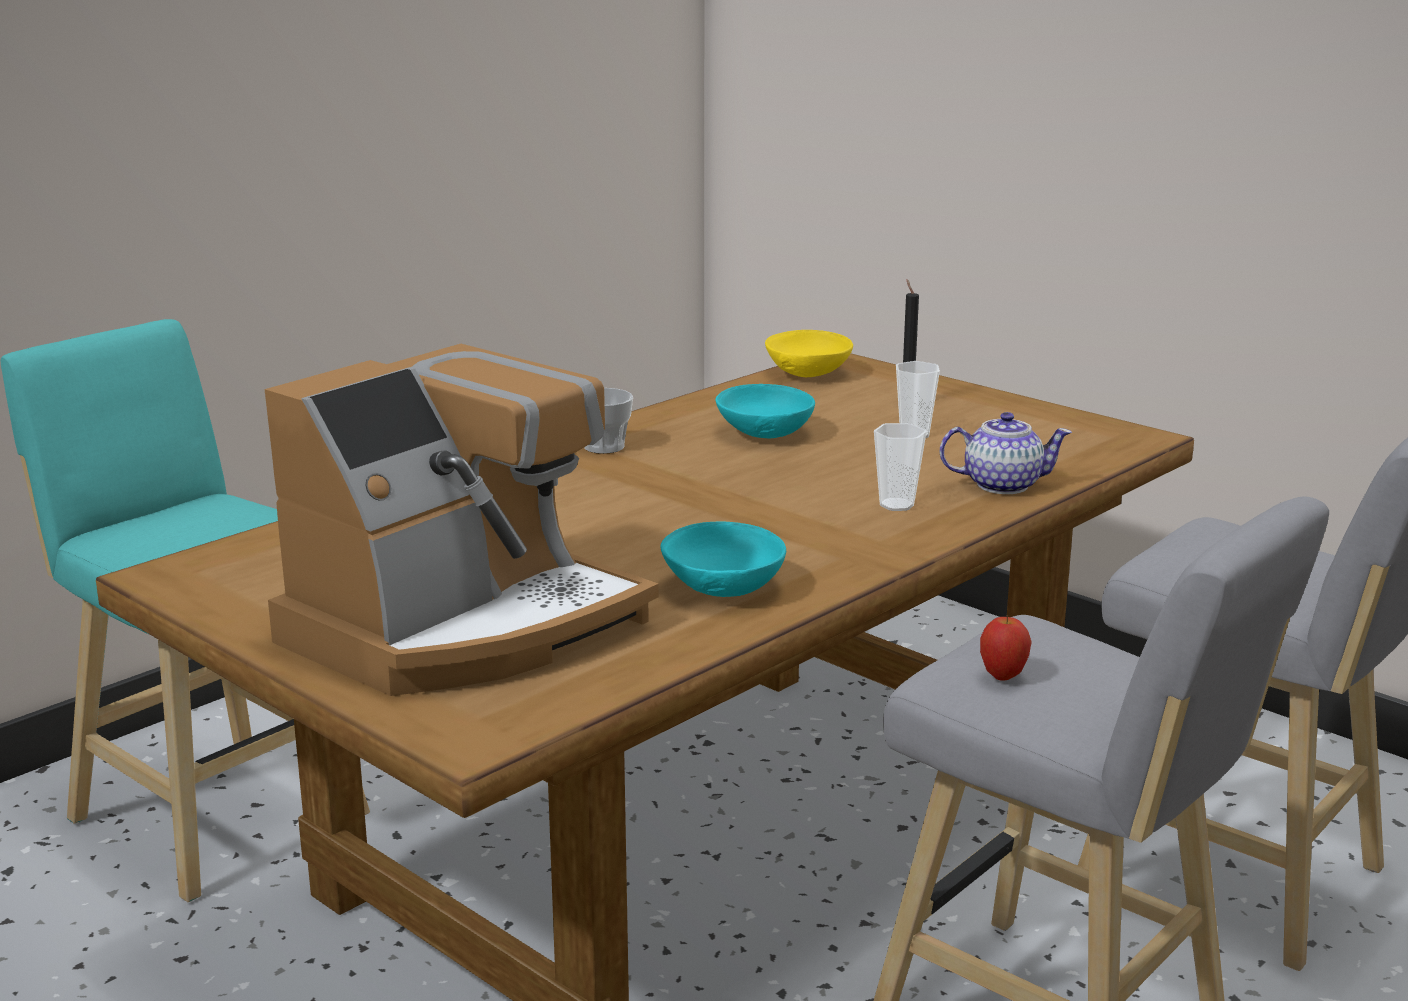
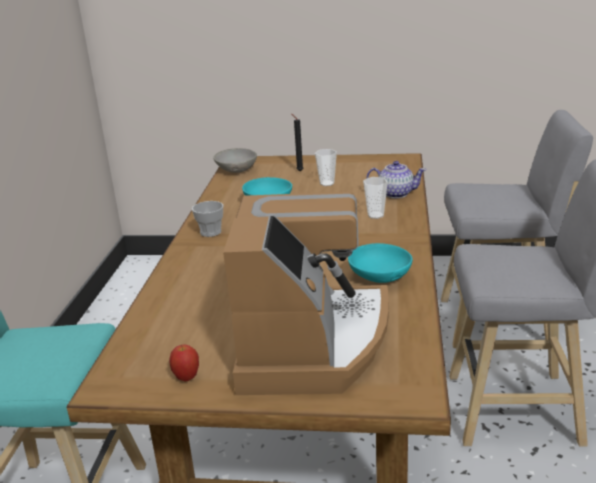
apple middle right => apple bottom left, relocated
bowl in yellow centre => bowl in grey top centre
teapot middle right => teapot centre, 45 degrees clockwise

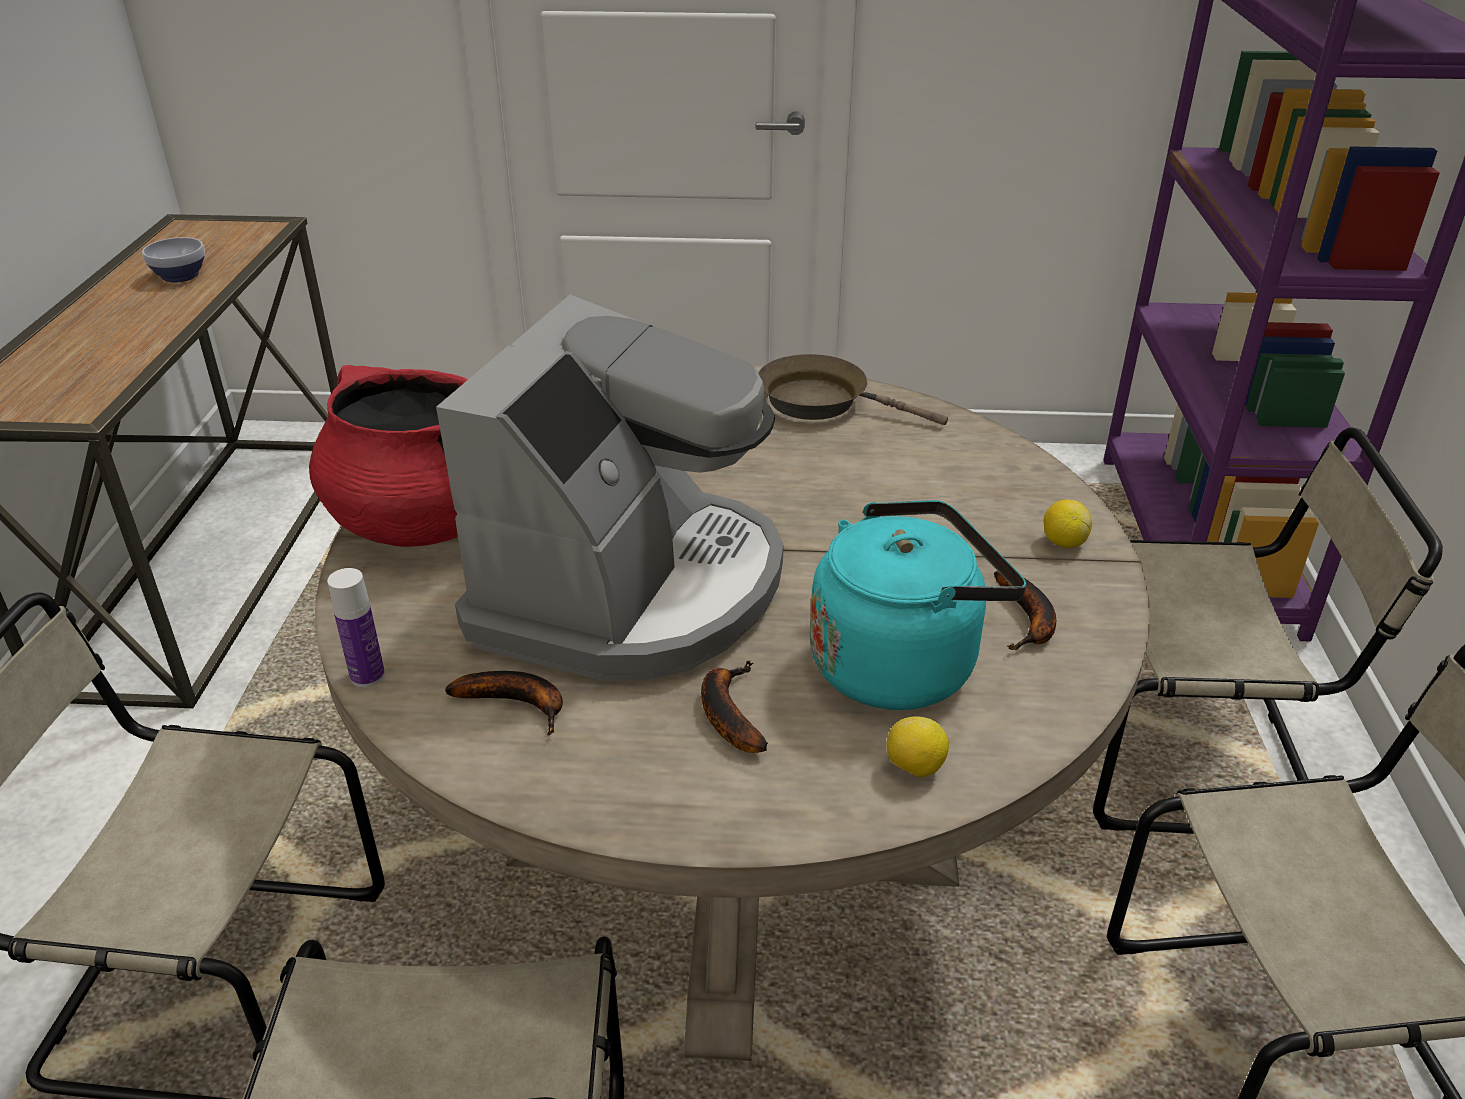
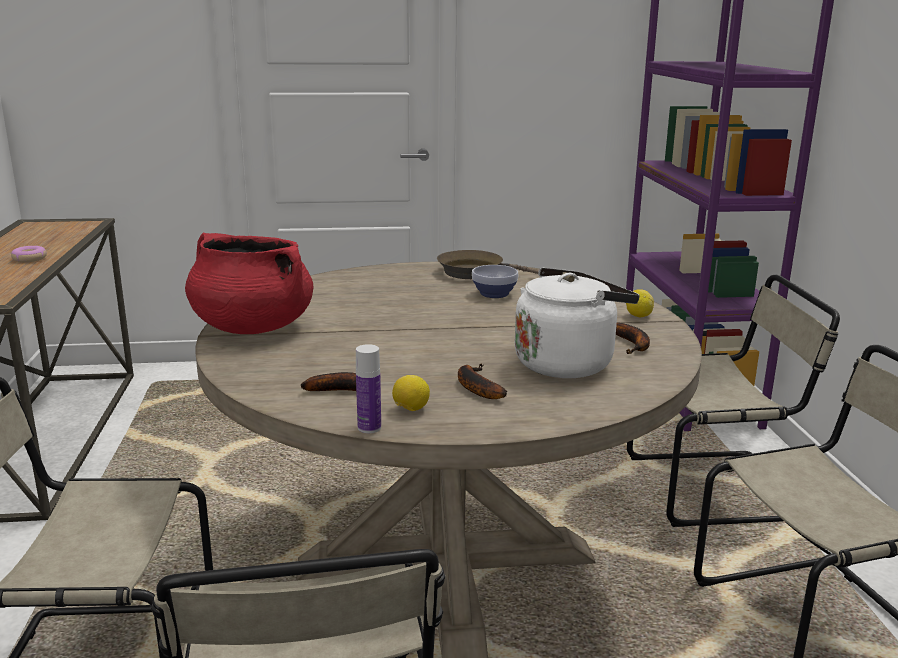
coffee machine centre => nothing
nothing => donut middle left
bowl top left => bowl centre, relocated
bottle middle left => bottle centre, relocated
lemon (no. 1 from left) bottom centre => lemon (no. 1 from left) centre, relocated
kettle in turquoise centre => kettle in white centre

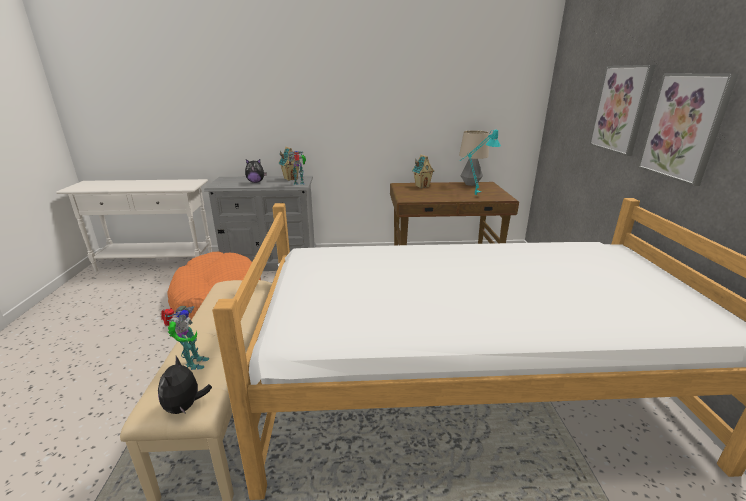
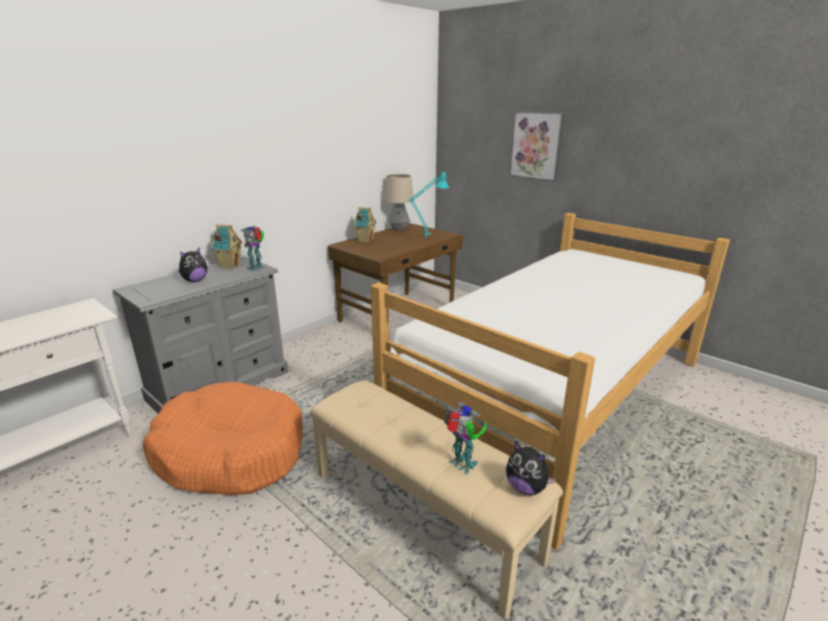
picture (no. 2 from left) top right => nothing

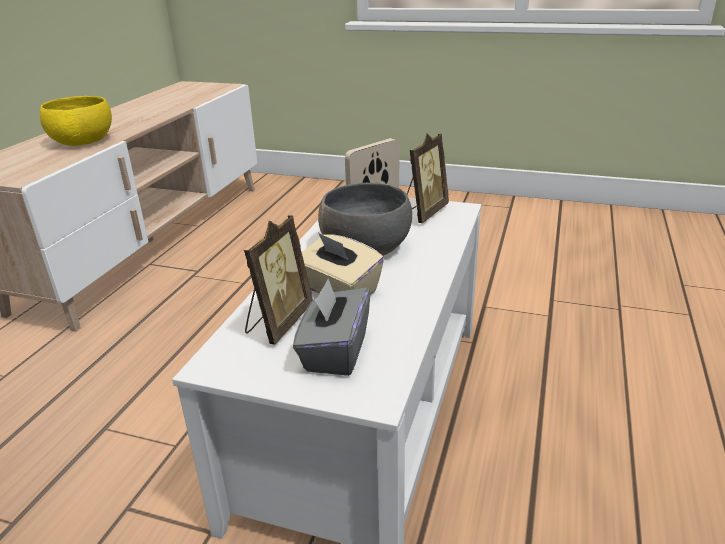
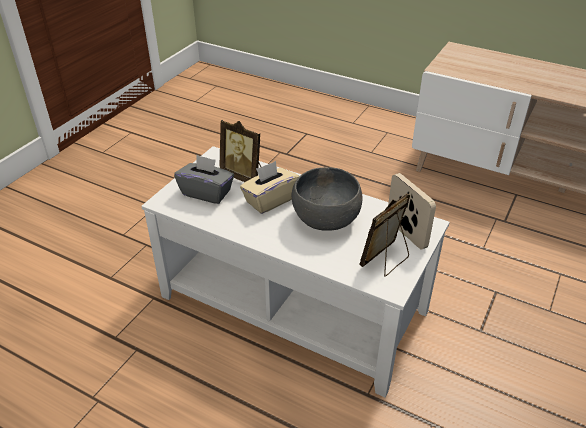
bowl in yellow top left => nothing
picture frame (no. 3 from left in the first image) top centre => picture frame (no. 2 from left) centre, 90 degrees clockwise

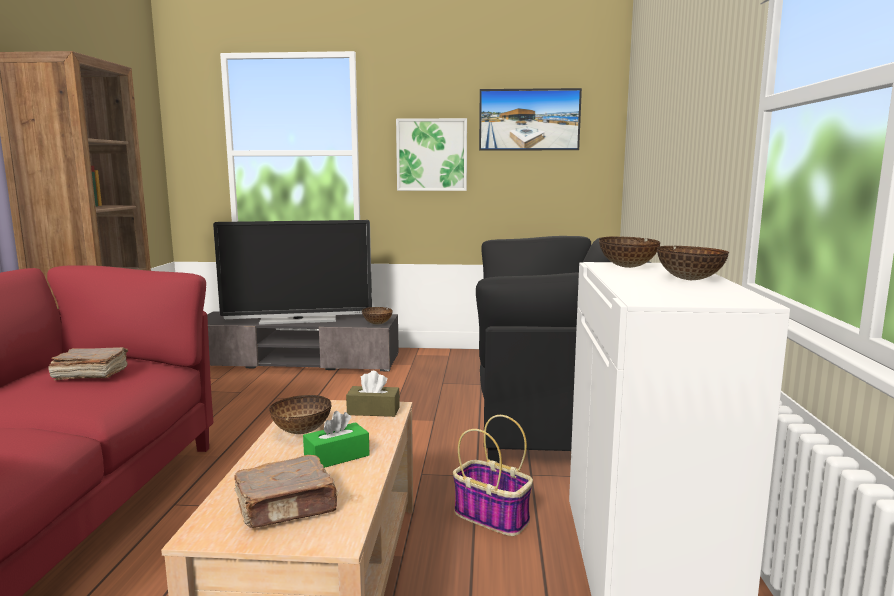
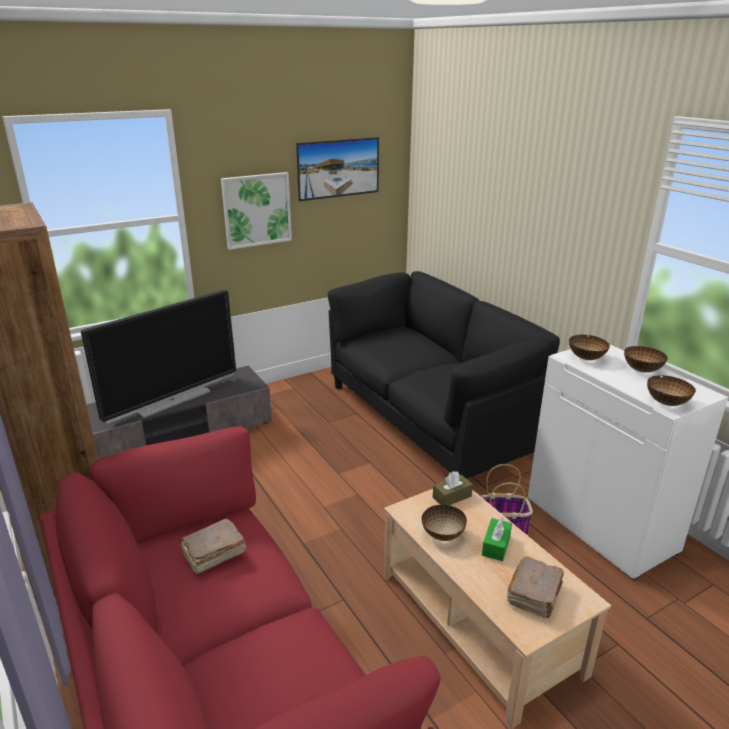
bowl (no. 2 from left in the first image) centre => bowl (no. 4 from left) middle right, relocated

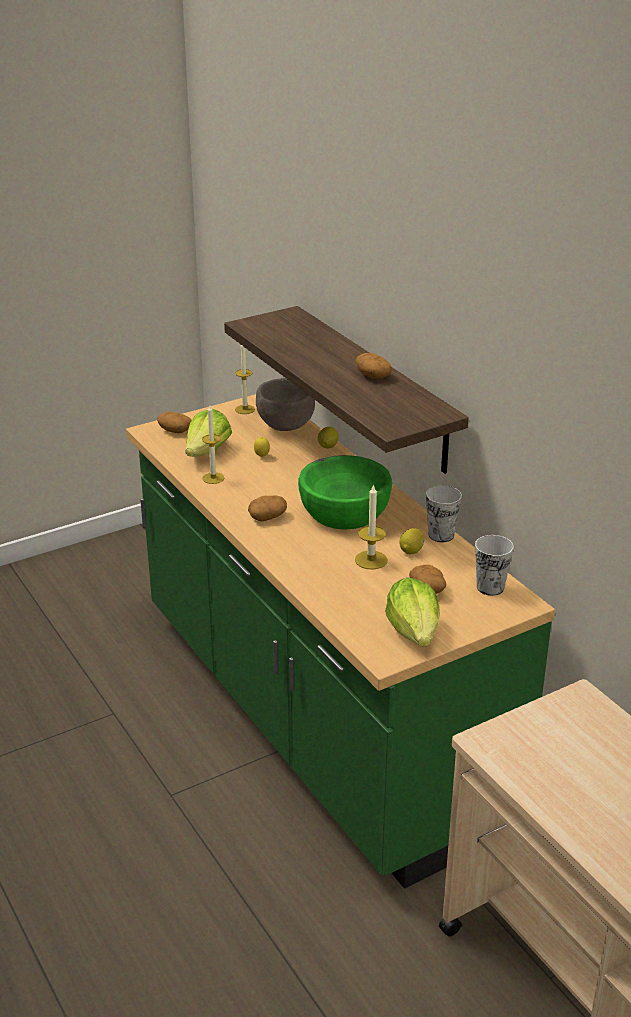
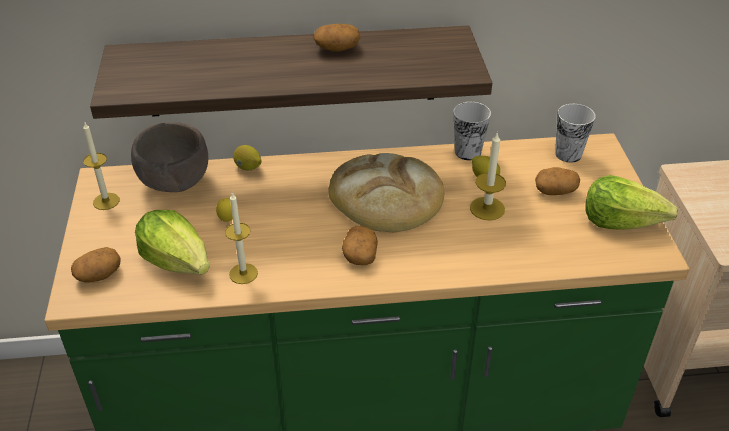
bowl in green centre => bread centre

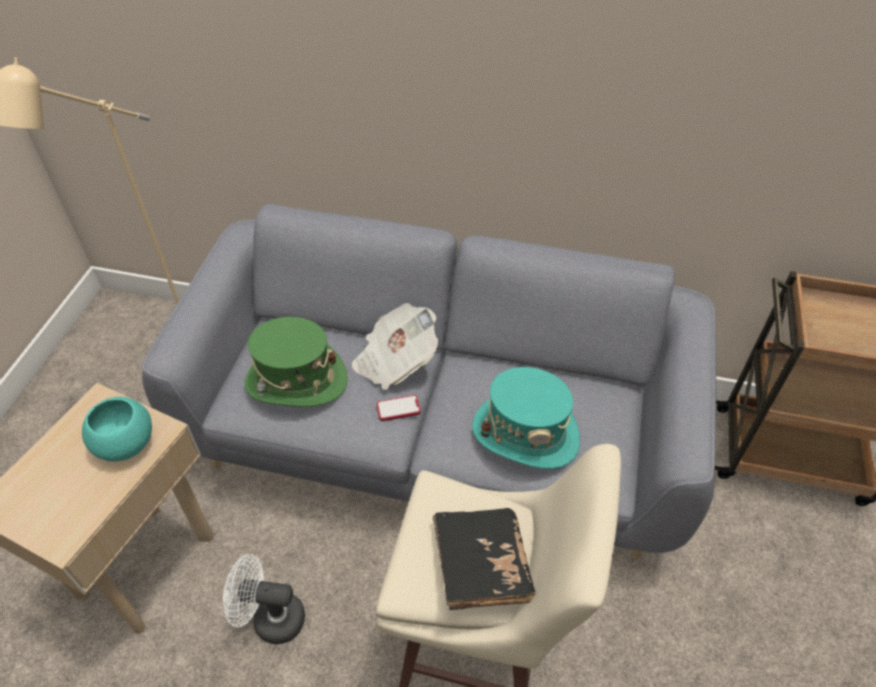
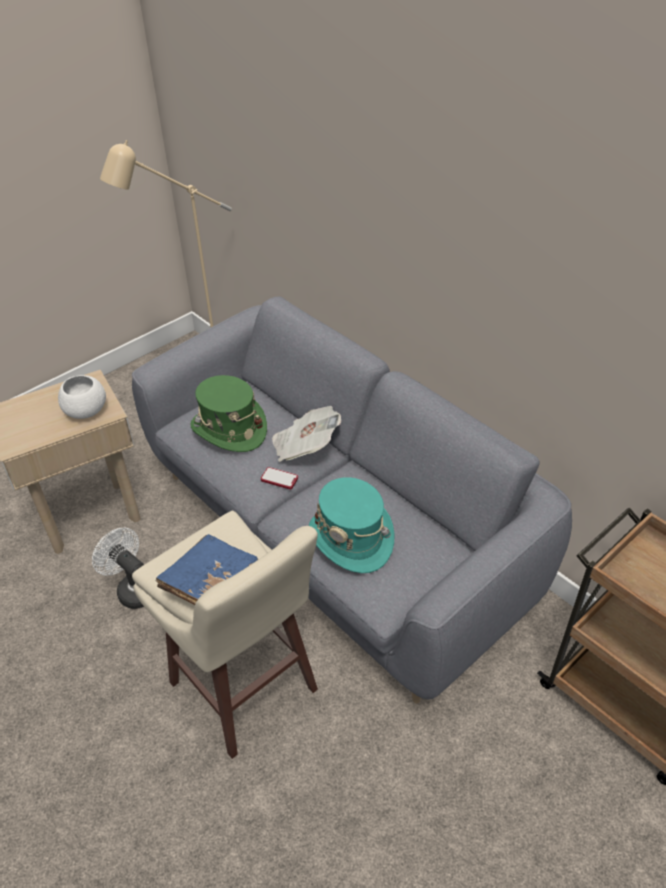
bowl in turquoise middle left => bowl in white middle left
book in black bottom centre => book in blue middle left

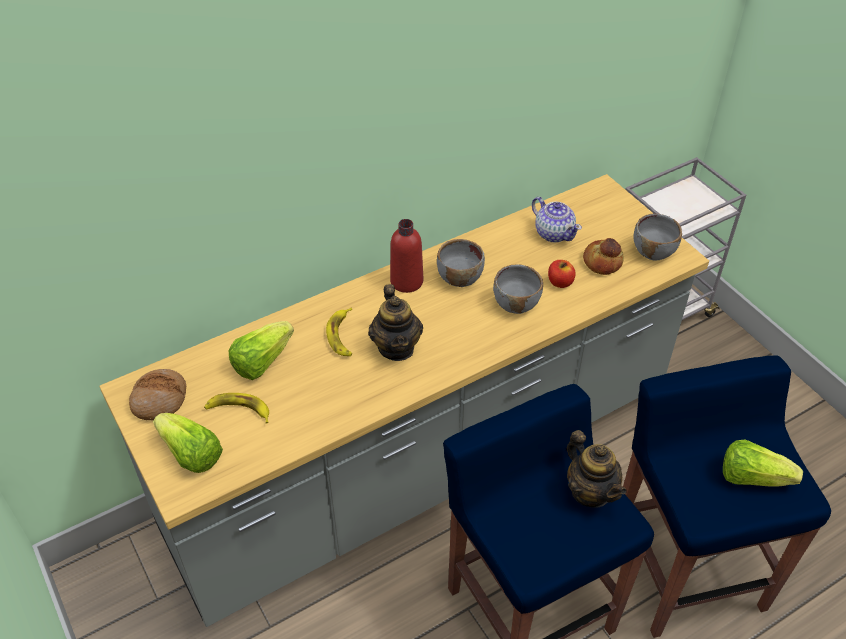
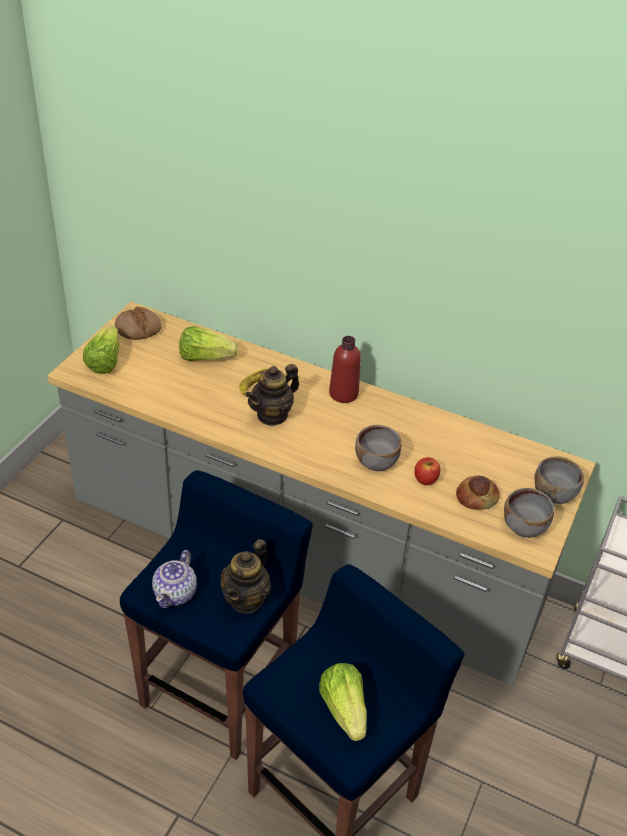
banana (no. 1 from left) middle left => nothing
bowl in grey (no. 1 from left in the first image) centre => bowl in grey (no. 3 from left) middle right, relocated
teapot (no. 2 from left in the first image) centre => teapot (no. 1 from left) bottom left, relocated

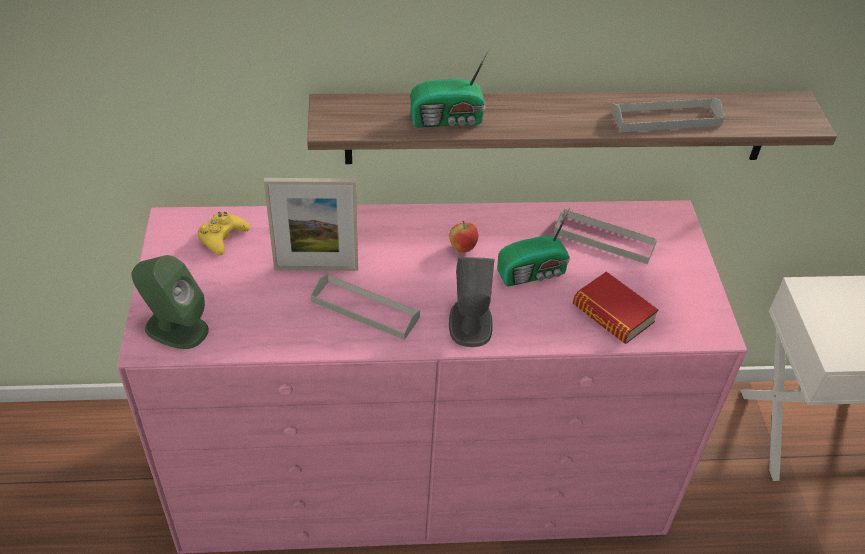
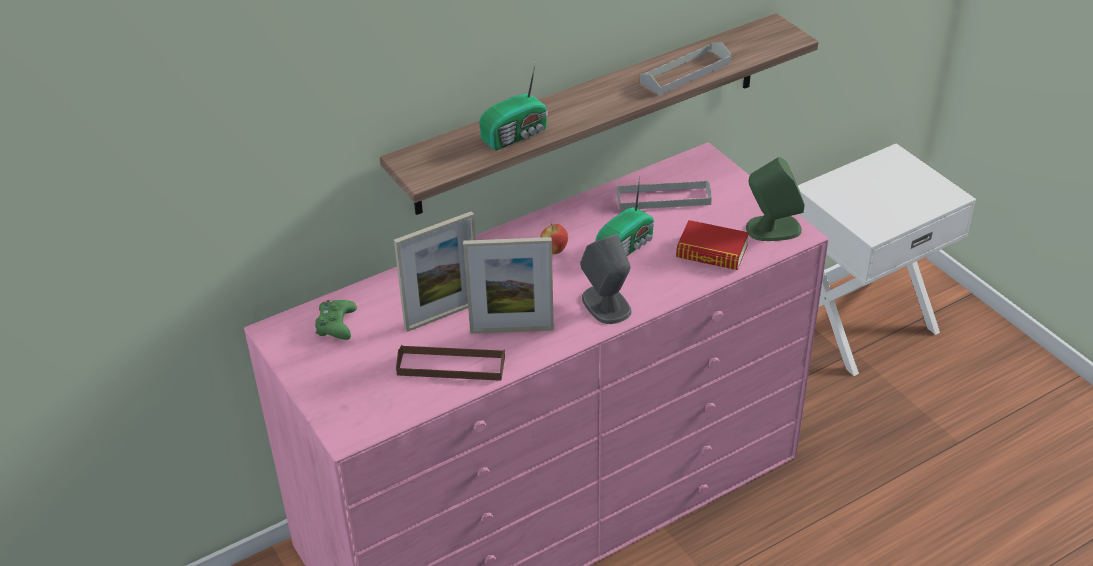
nothing => tray in brown centre
speaker in green middle left => speaker in green middle right, relocated
tray in grey (no. 1 from left) centre => picture frame (no. 2 from left) centre
game controller in yellow middle left => game controller in green middle left

